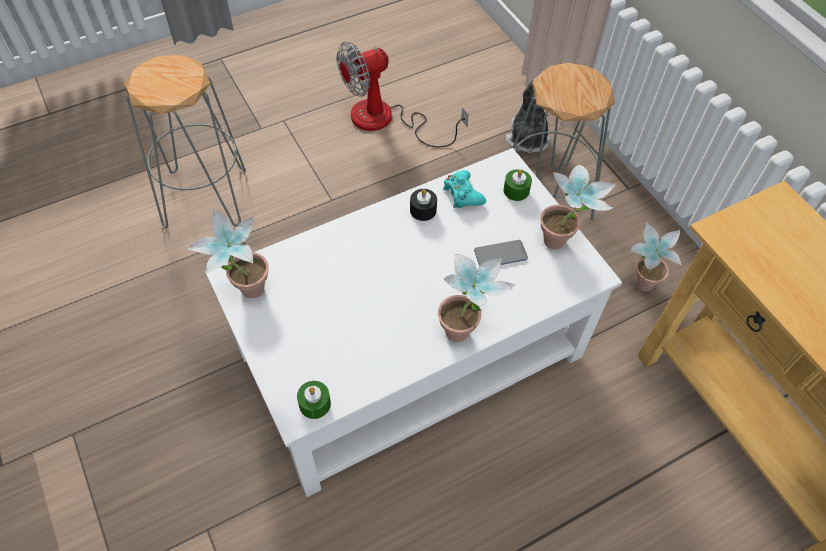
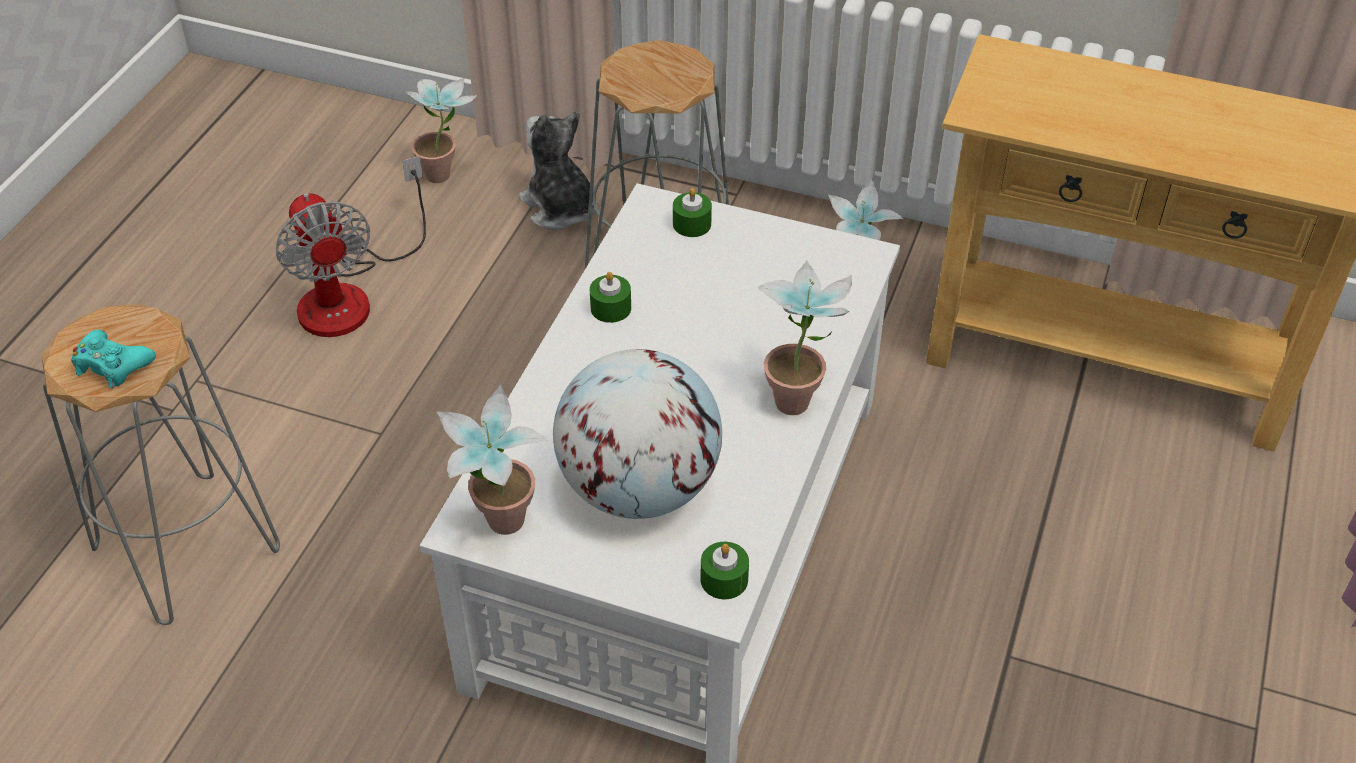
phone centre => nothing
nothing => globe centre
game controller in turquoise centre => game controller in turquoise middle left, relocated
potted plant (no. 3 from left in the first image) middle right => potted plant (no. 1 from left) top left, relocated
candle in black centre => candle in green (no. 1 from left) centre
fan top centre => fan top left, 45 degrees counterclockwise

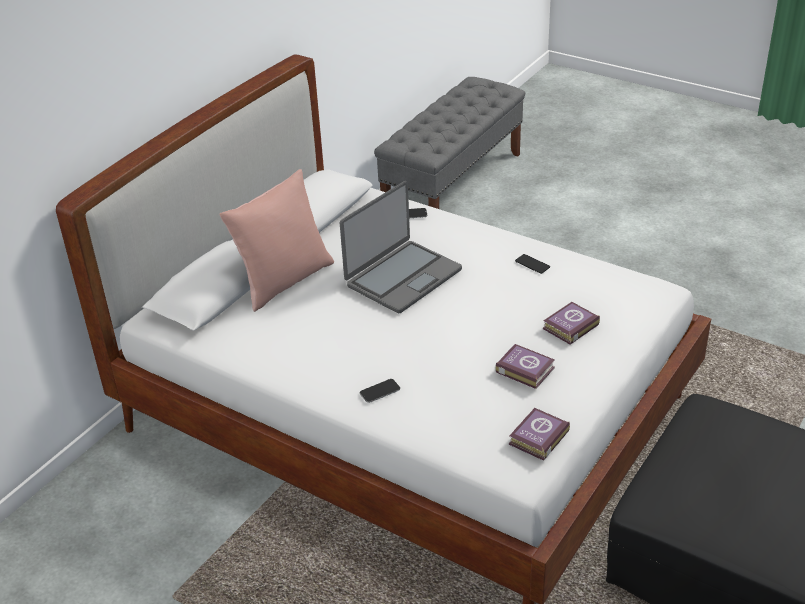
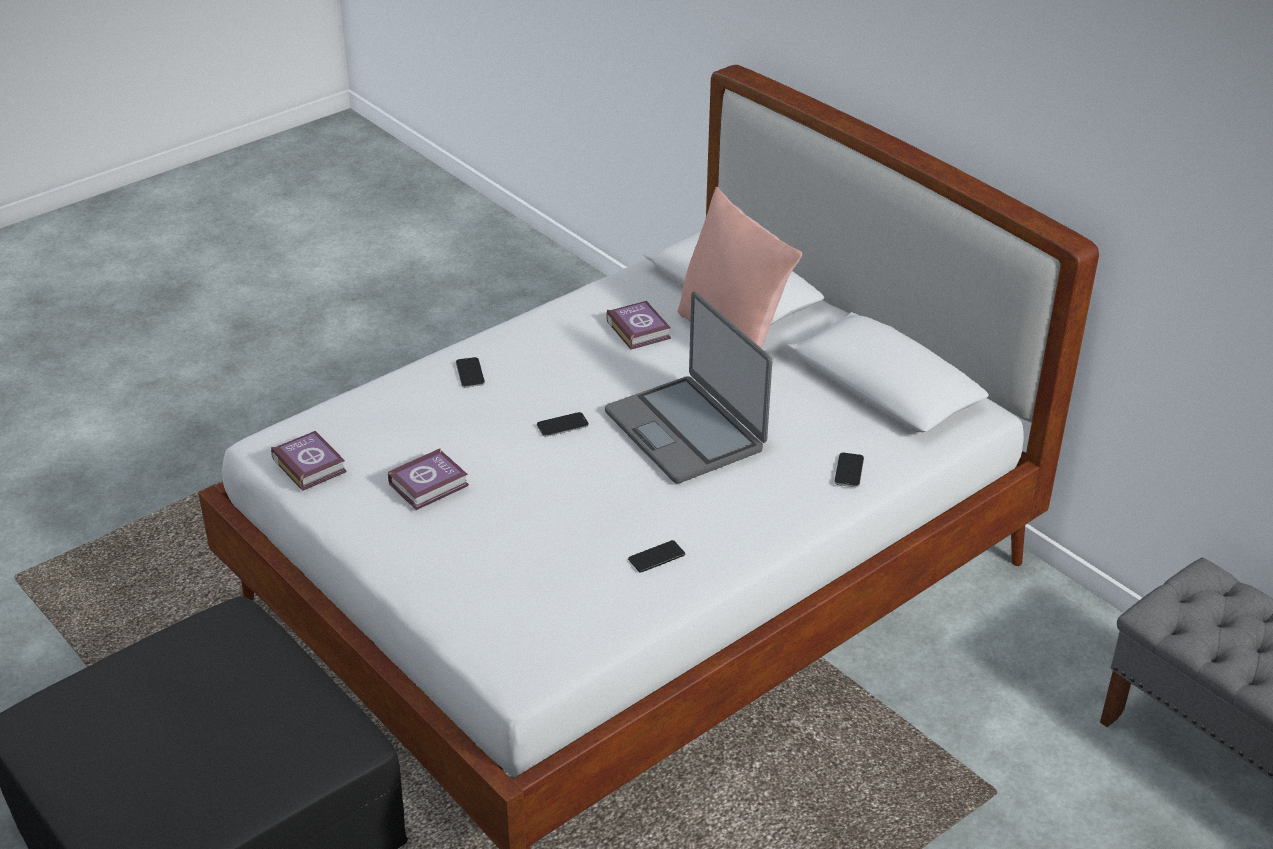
nothing => phone (no. 2 from left) centre
book (no. 3 from left) middle right => book (no. 3 from left) centre, relocated

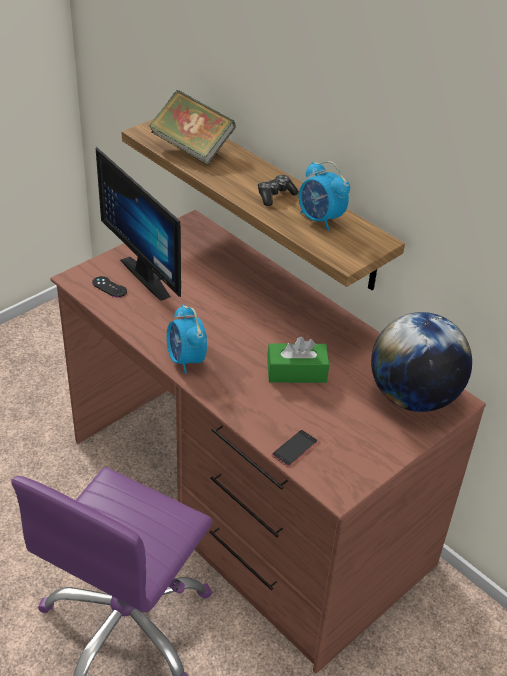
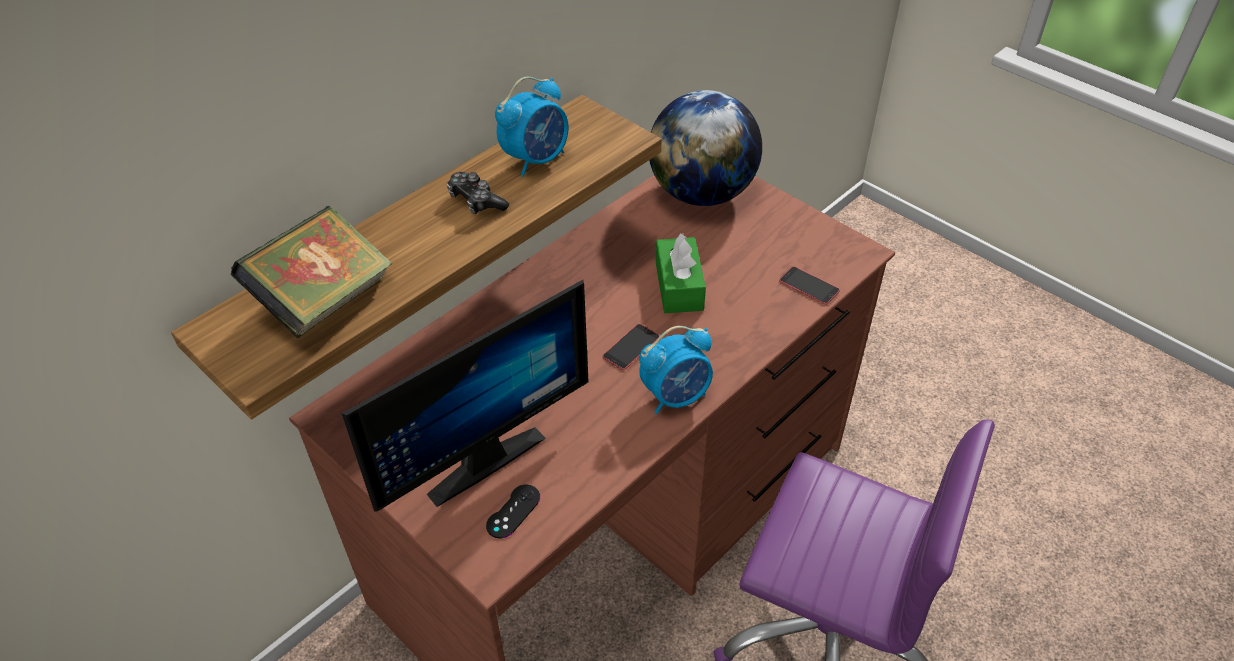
nothing => phone (no. 1 from left) centre

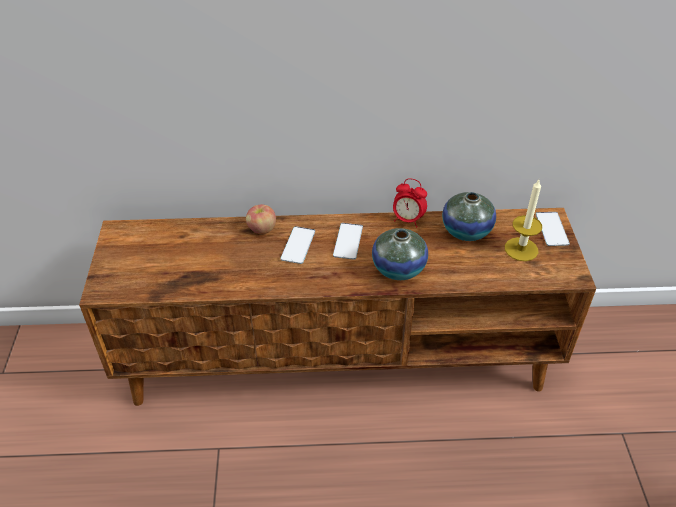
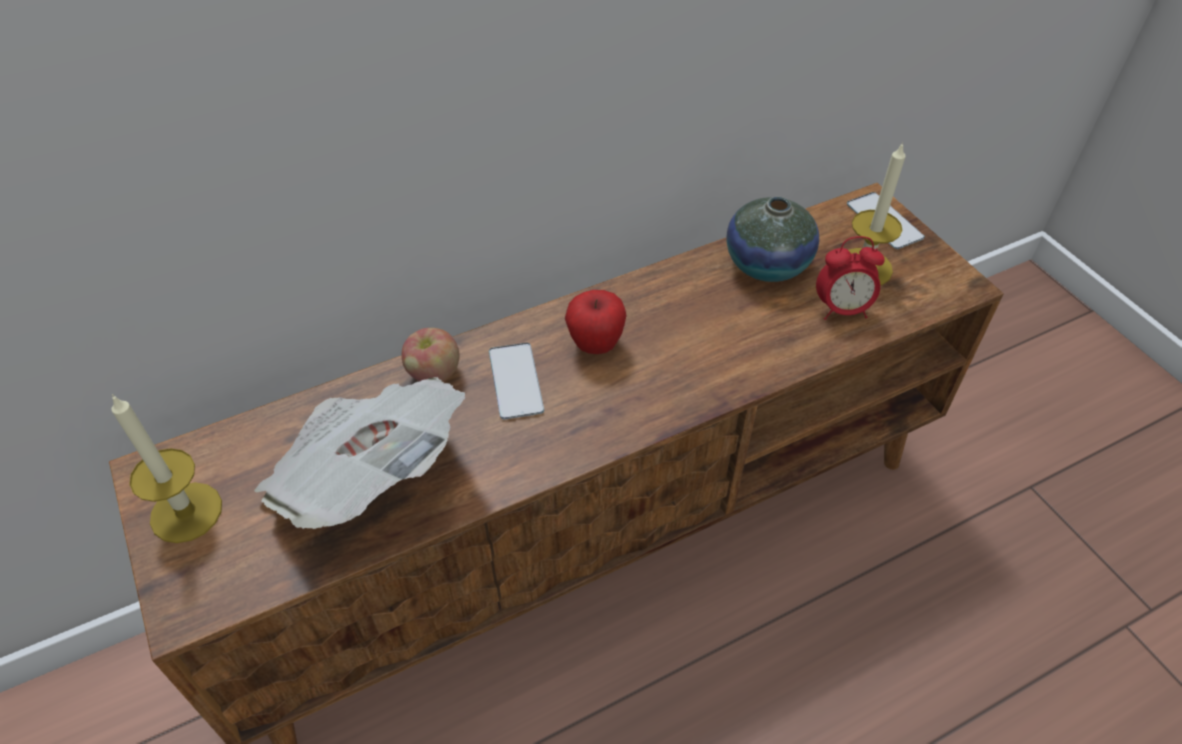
vase (no. 1 from left) centre => nothing
nothing => candle (no. 1 from left) middle left
nothing => newspaper middle left
alarm clock centre => alarm clock middle right, relocated
phone (no. 2 from left) centre => apple (no. 2 from left) centre

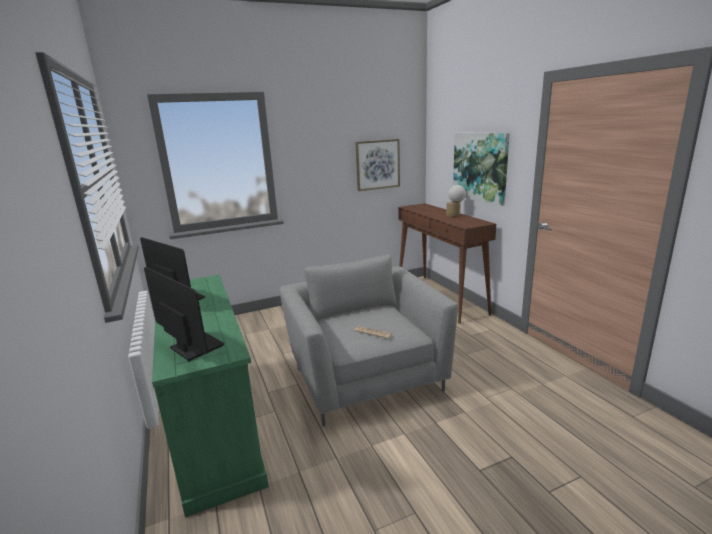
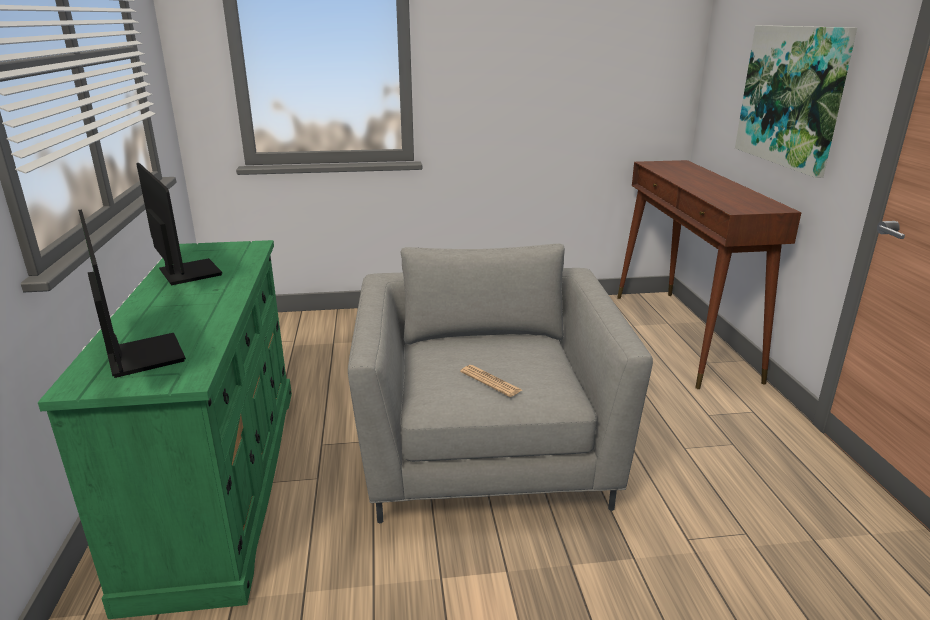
picture (no. 1 from left) top centre => nothing
table lamp centre => nothing

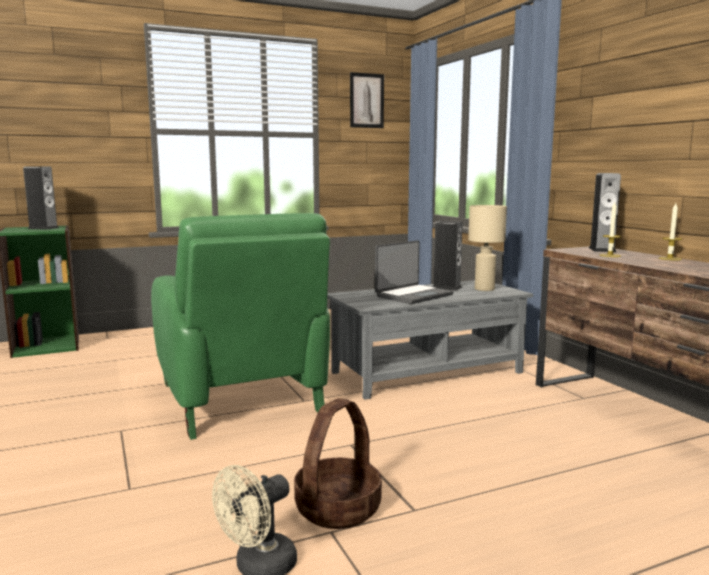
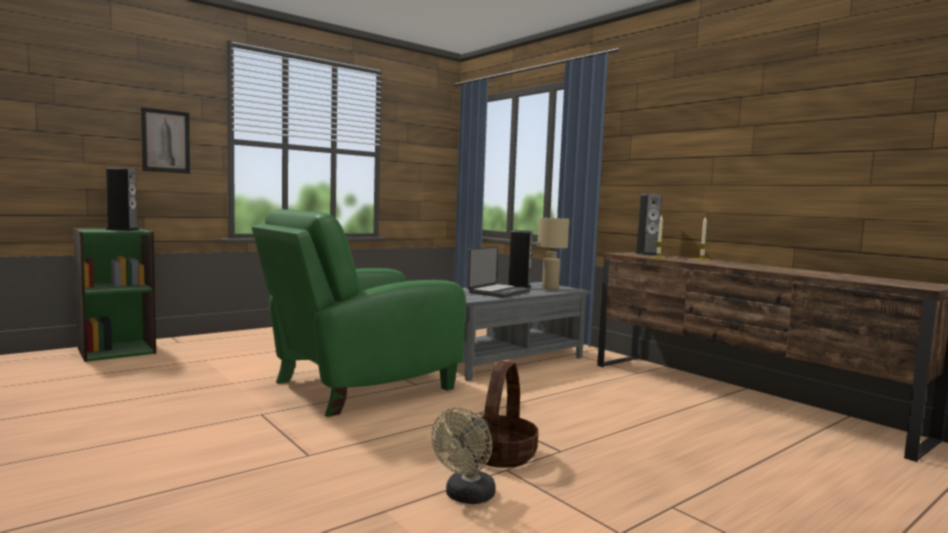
picture top centre => picture top left, relocated
armchair in green centre, 90 degrees clockwise

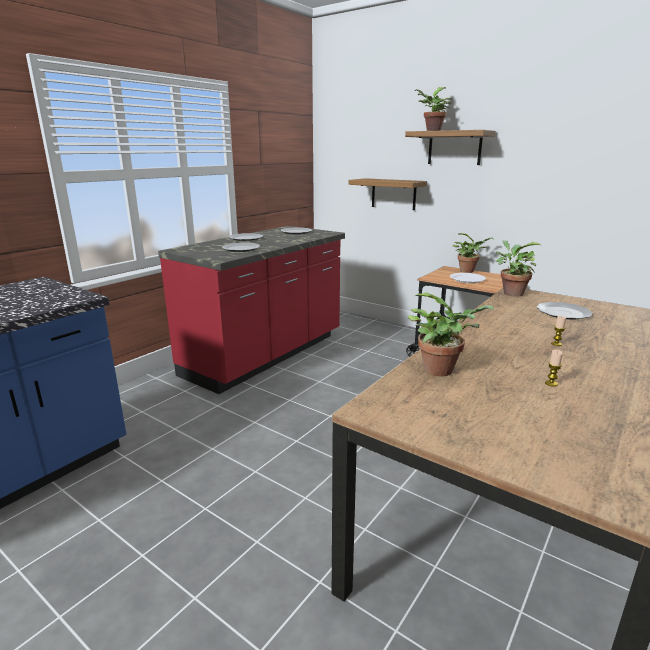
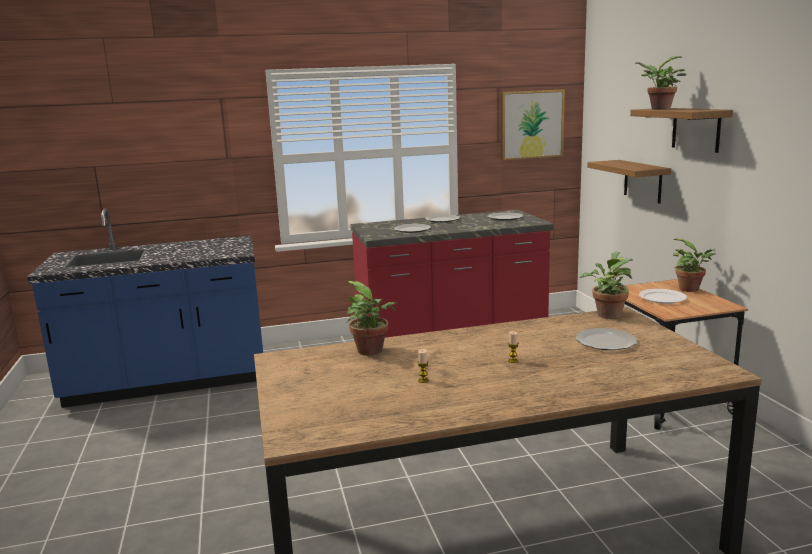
nothing => picture top centre

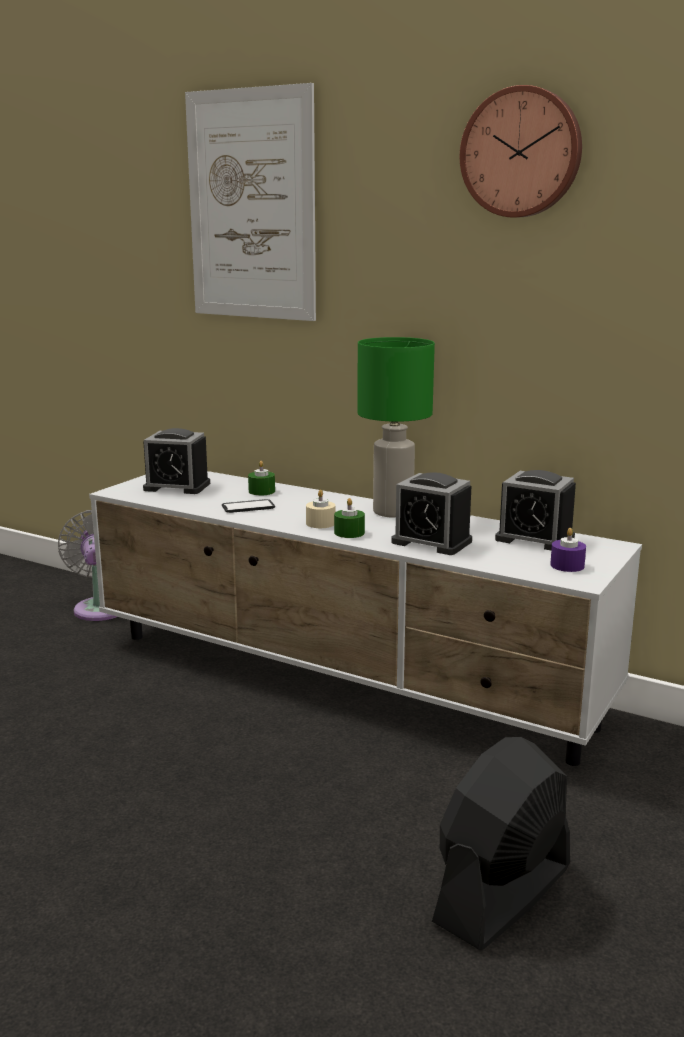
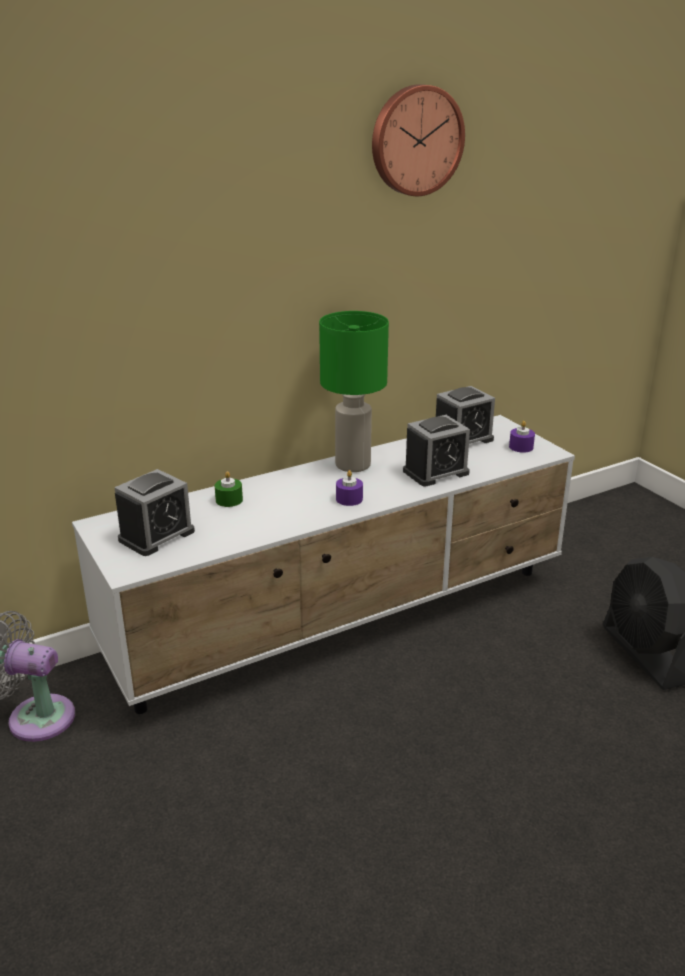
picture top centre => nothing
phone centre => nothing
candle in green (no. 2 from left) centre => nothing
candle in beige centre => candle in purple (no. 1 from left) centre

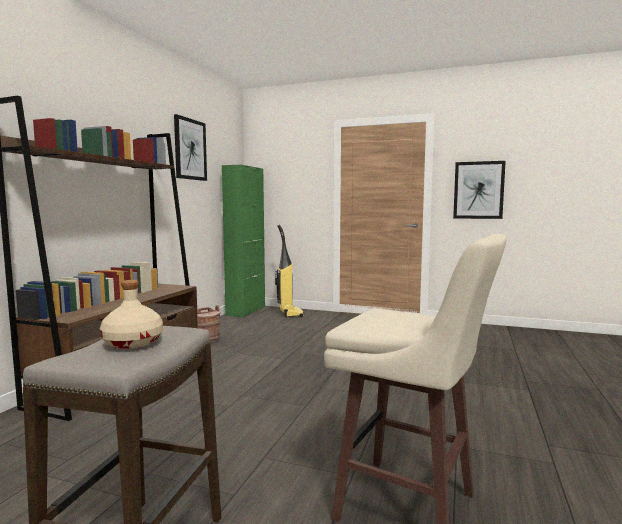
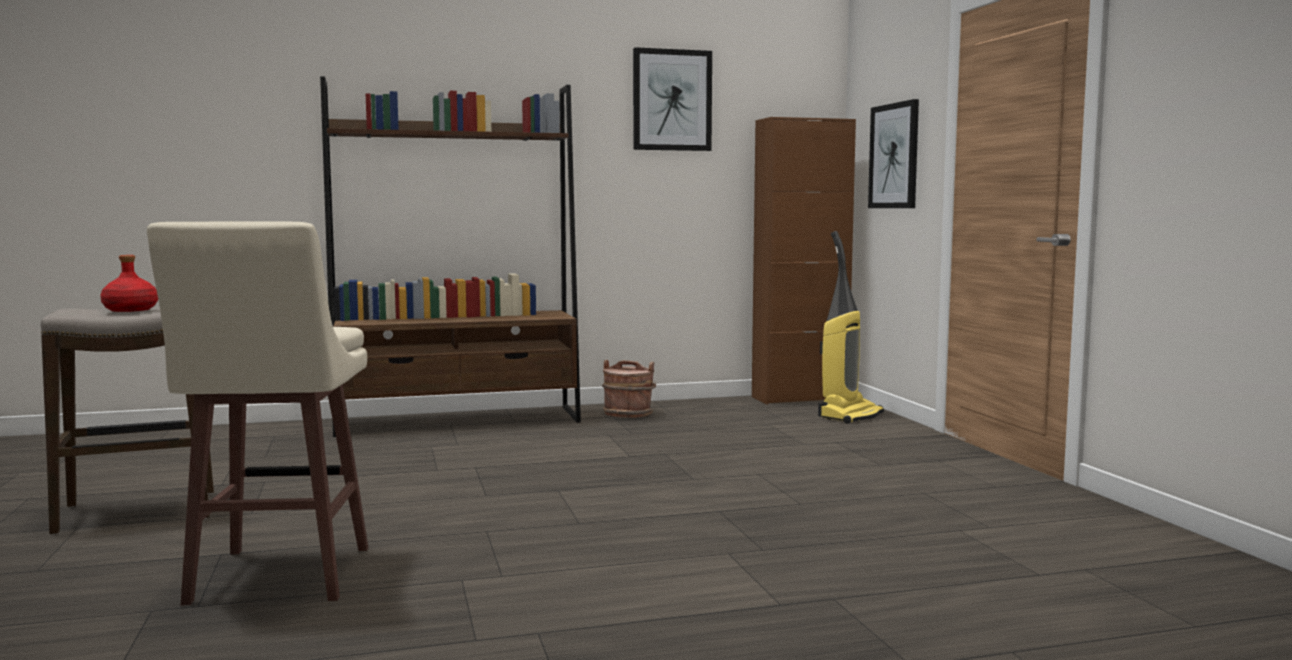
picture (no. 2 from left) middle right => picture (no. 2 from left) top right, relocated
bottle in beige middle left => bottle in red middle left
cabinet in green centre => cabinet in brown centre

